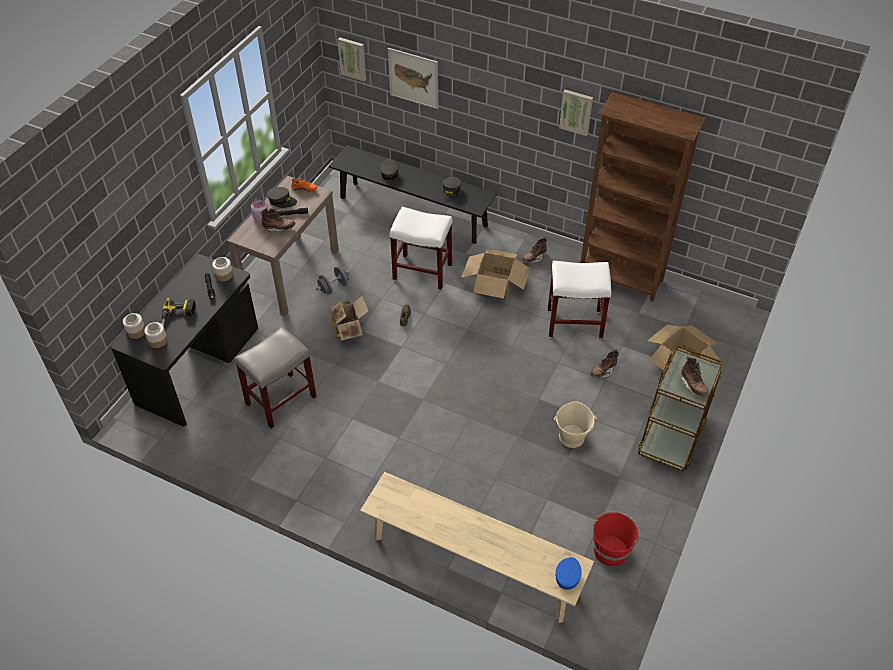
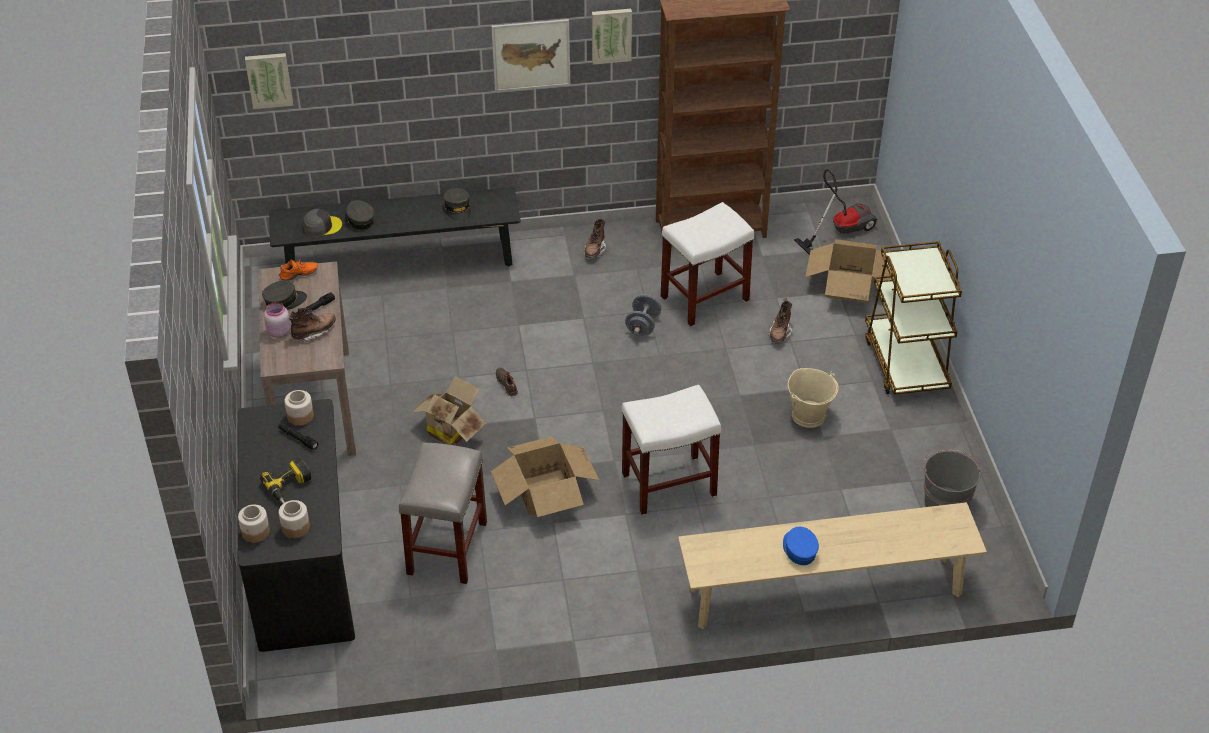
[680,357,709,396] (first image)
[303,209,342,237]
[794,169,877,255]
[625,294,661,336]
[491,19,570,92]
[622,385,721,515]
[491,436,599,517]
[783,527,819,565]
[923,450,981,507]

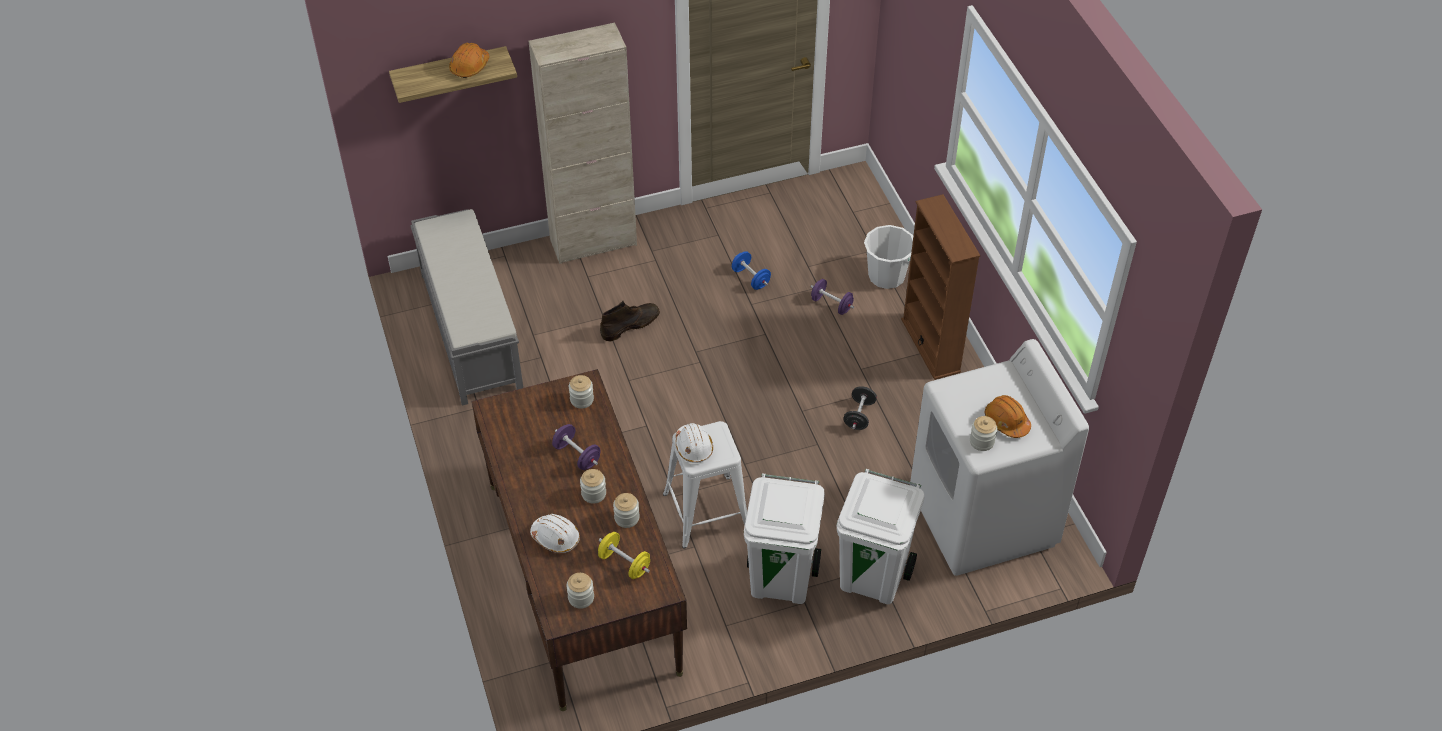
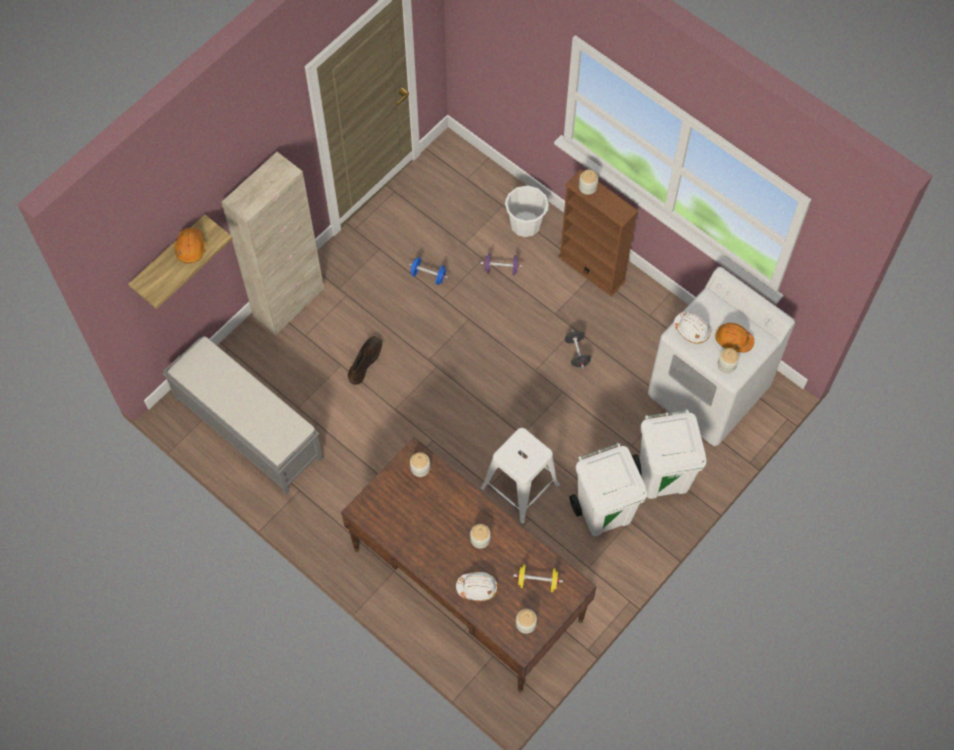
[552,424,601,470] (first image)
[579,169,598,195]
[674,312,711,344]

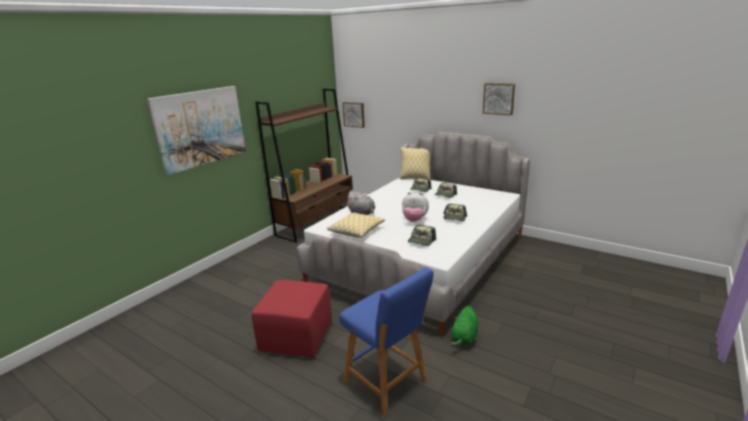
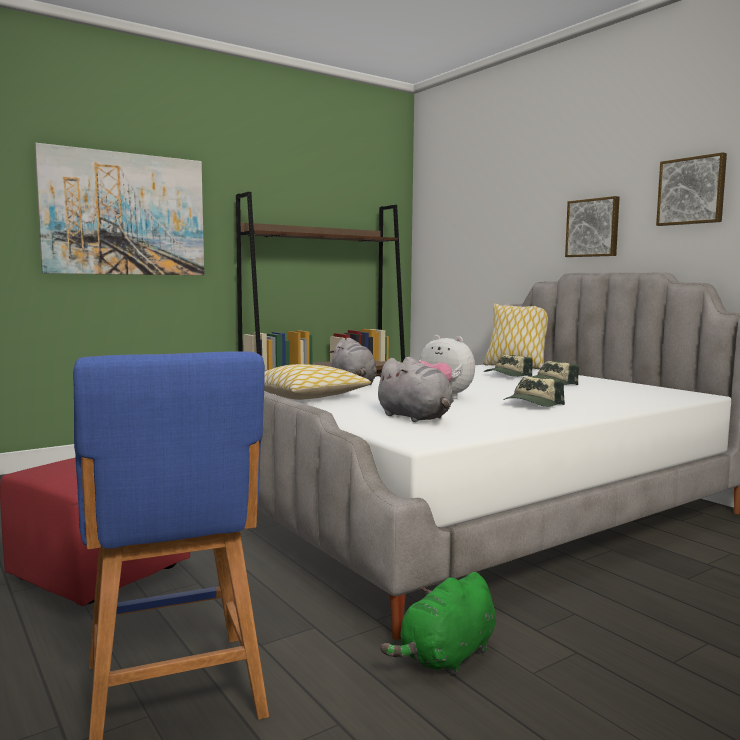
[565,196,620,257]
[373,357,454,422]

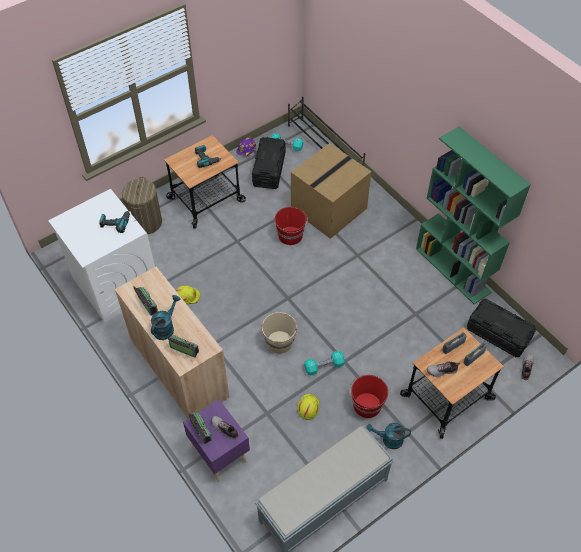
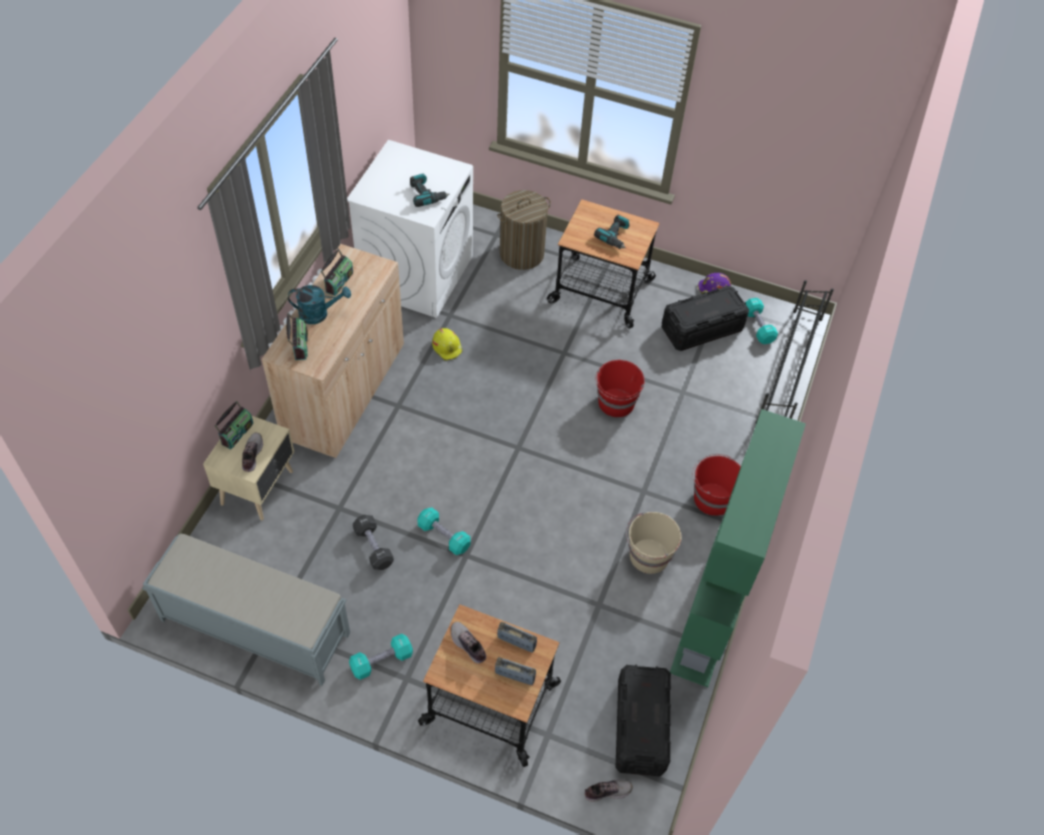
[291,143,372,239] (first image)
[626,512,681,574]
[693,454,741,516]
[353,515,394,570]
[349,634,413,680]
[203,415,294,520]

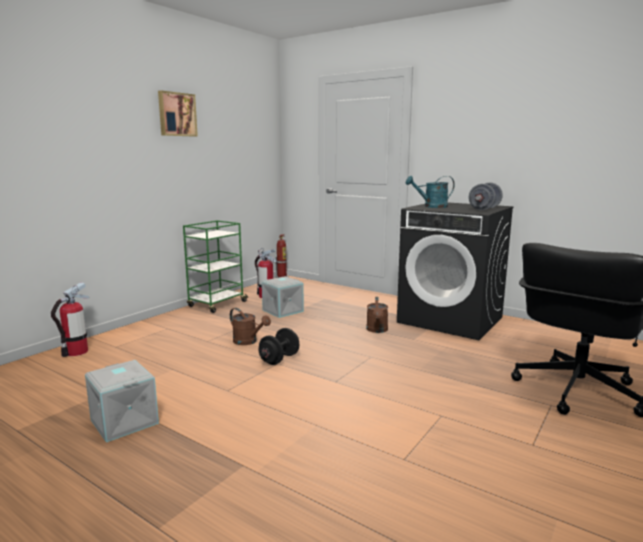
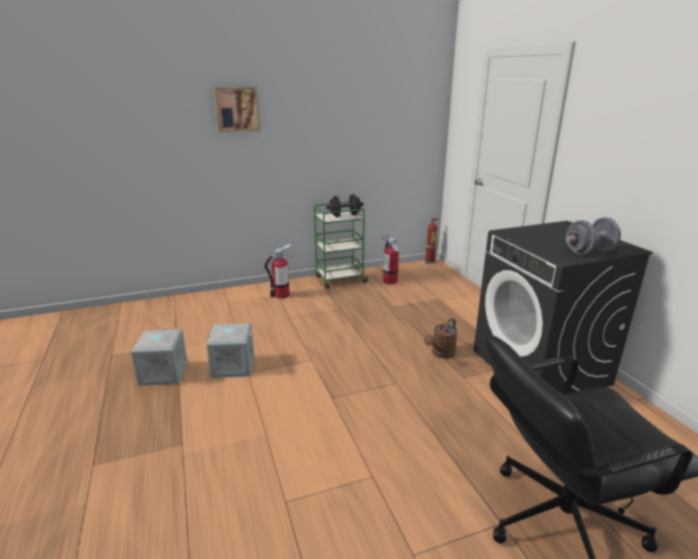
[230,308,271,345] (first image)
[406,176,455,208] (first image)
[264,244,294,299]
[214,87,260,132]
[326,194,364,217]
[207,323,254,378]

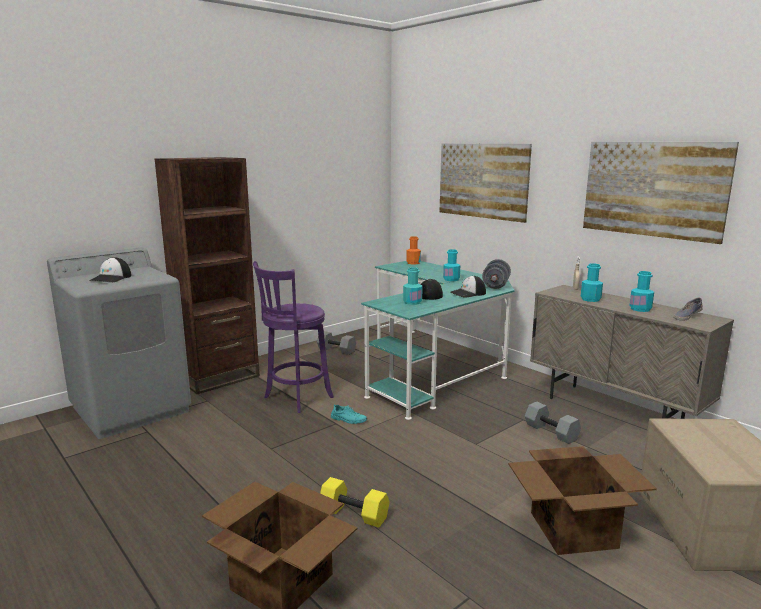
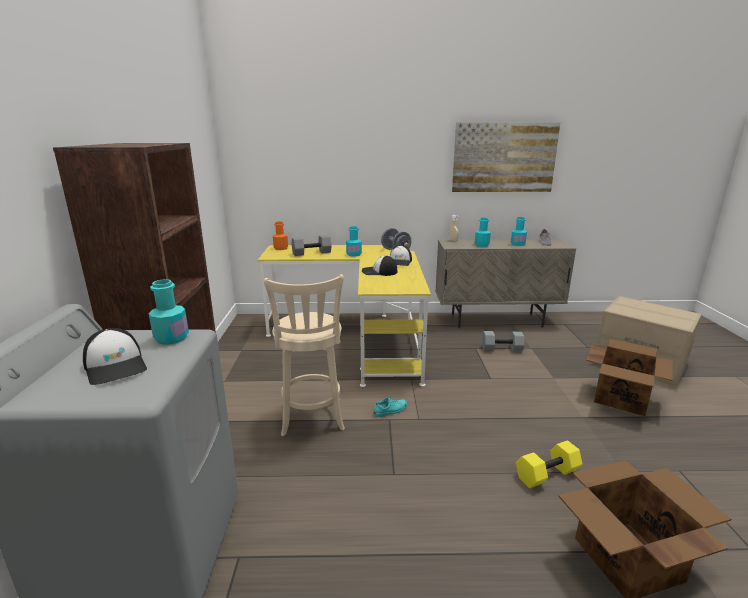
[440,144,532,223] (first image)
[292,235,332,256]
[148,279,189,345]
[264,274,345,436]
[258,245,431,387]

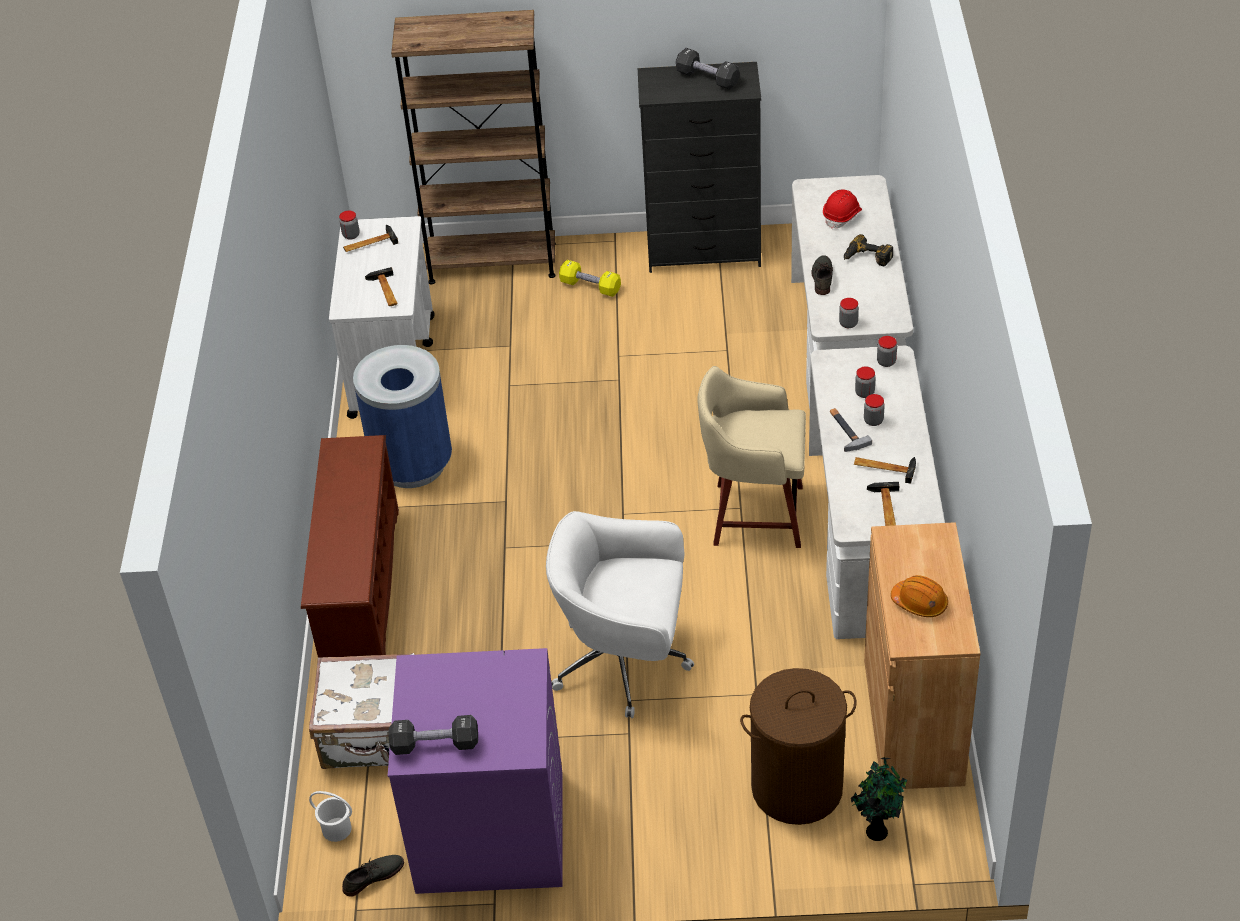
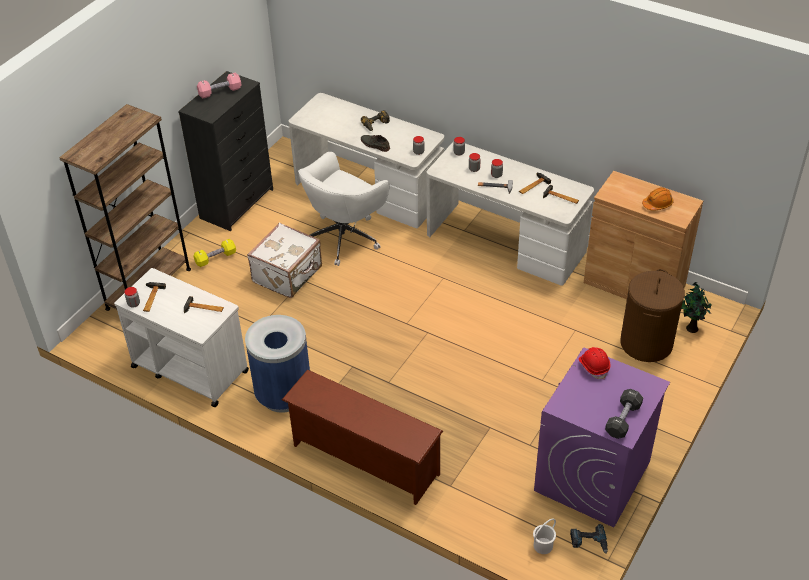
[697,366,806,548] (first image)
[247,223,322,298]
[298,152,389,266]
[579,347,610,379]
[570,524,608,553]
[197,73,241,98]

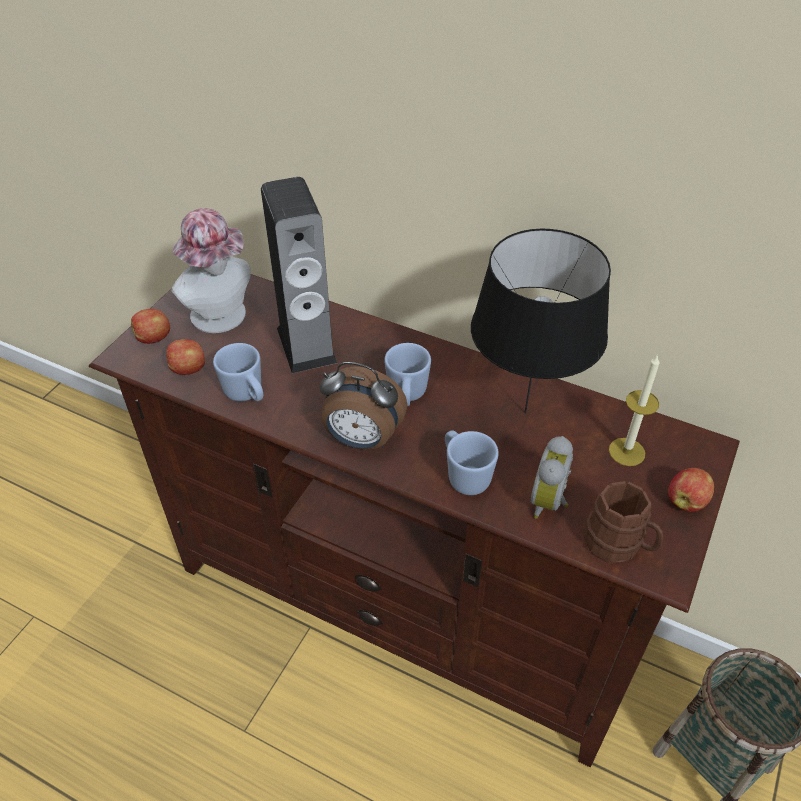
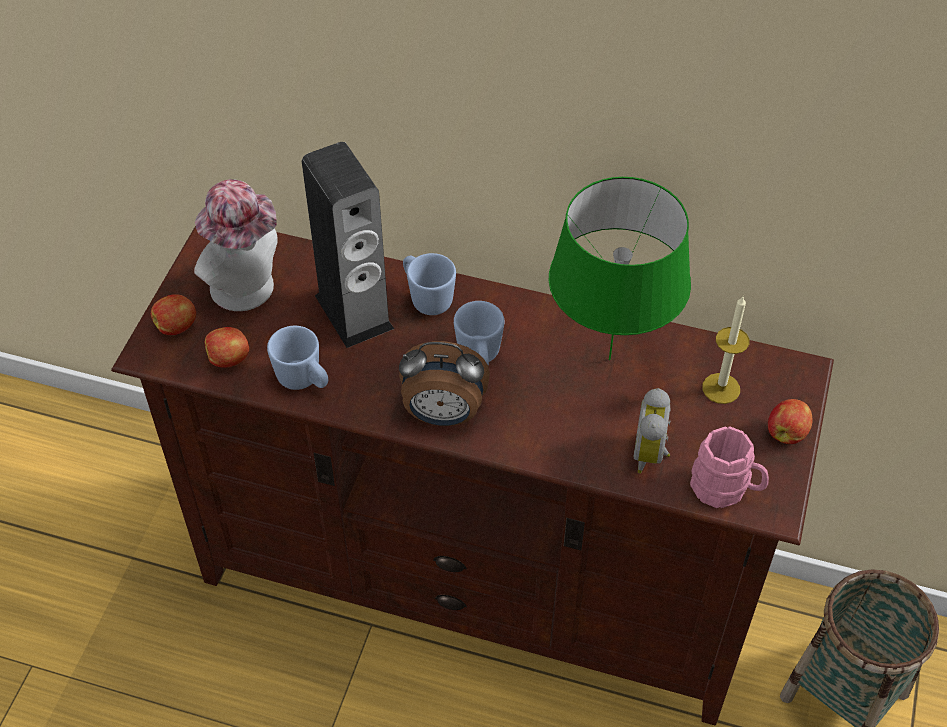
[403,253,456,315]
[549,177,691,360]
[690,426,769,508]

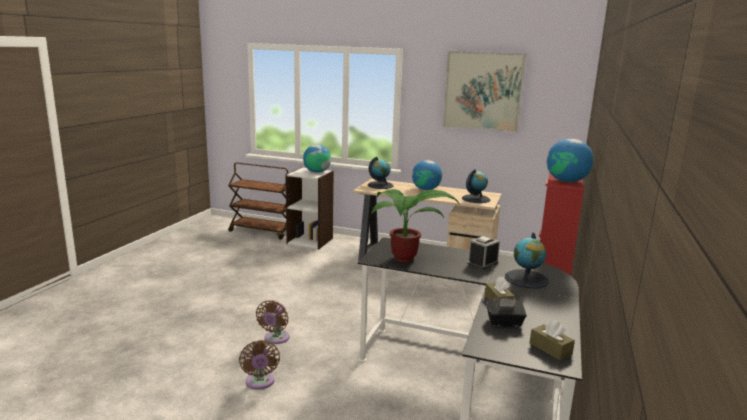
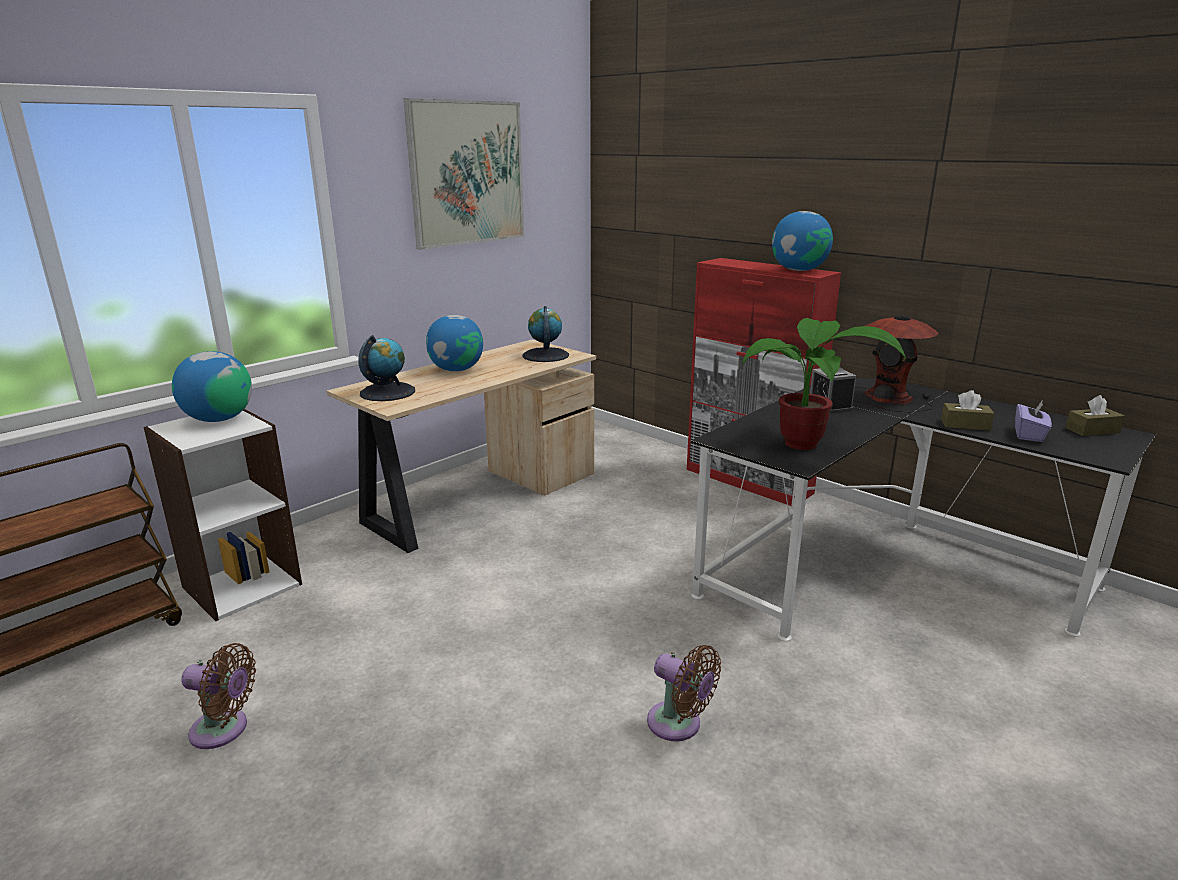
[181,643,256,749]
[853,315,938,412]
[1015,401,1052,442]

